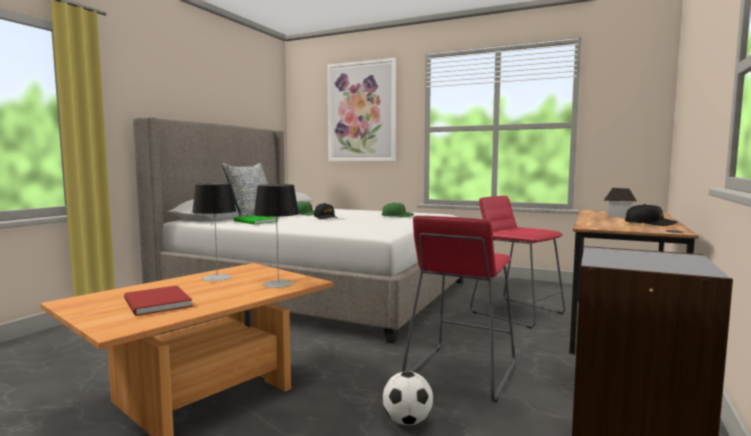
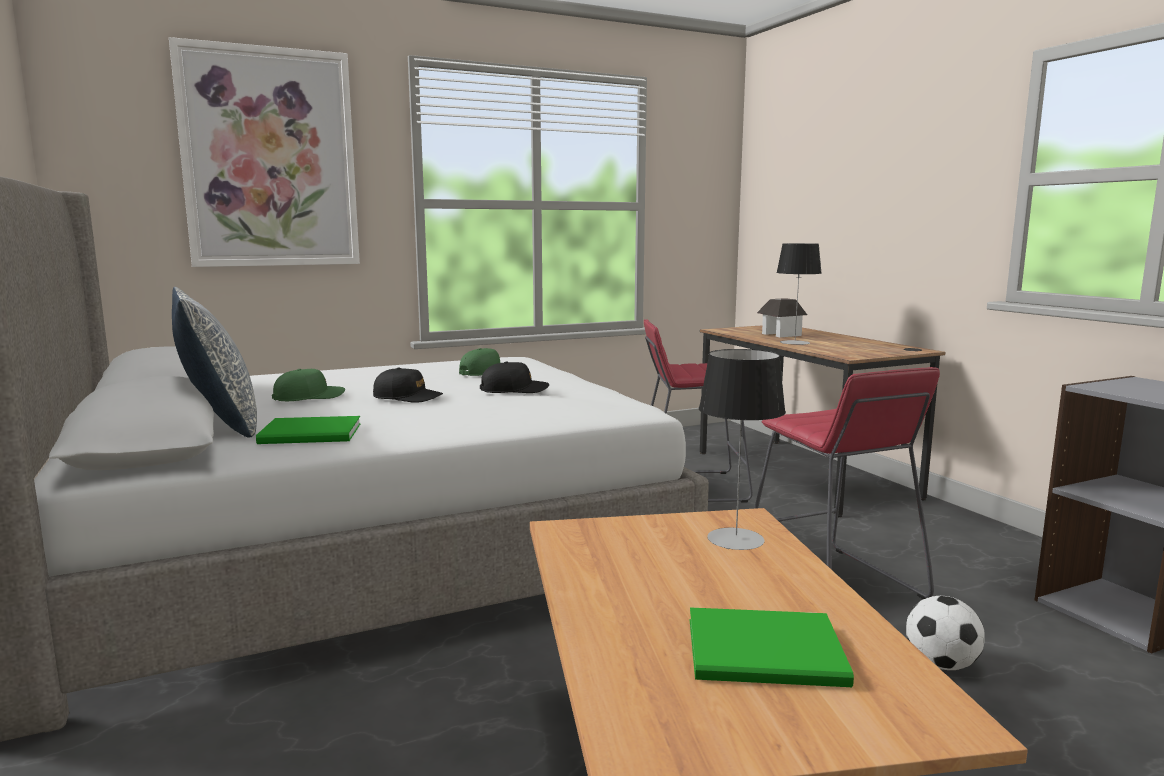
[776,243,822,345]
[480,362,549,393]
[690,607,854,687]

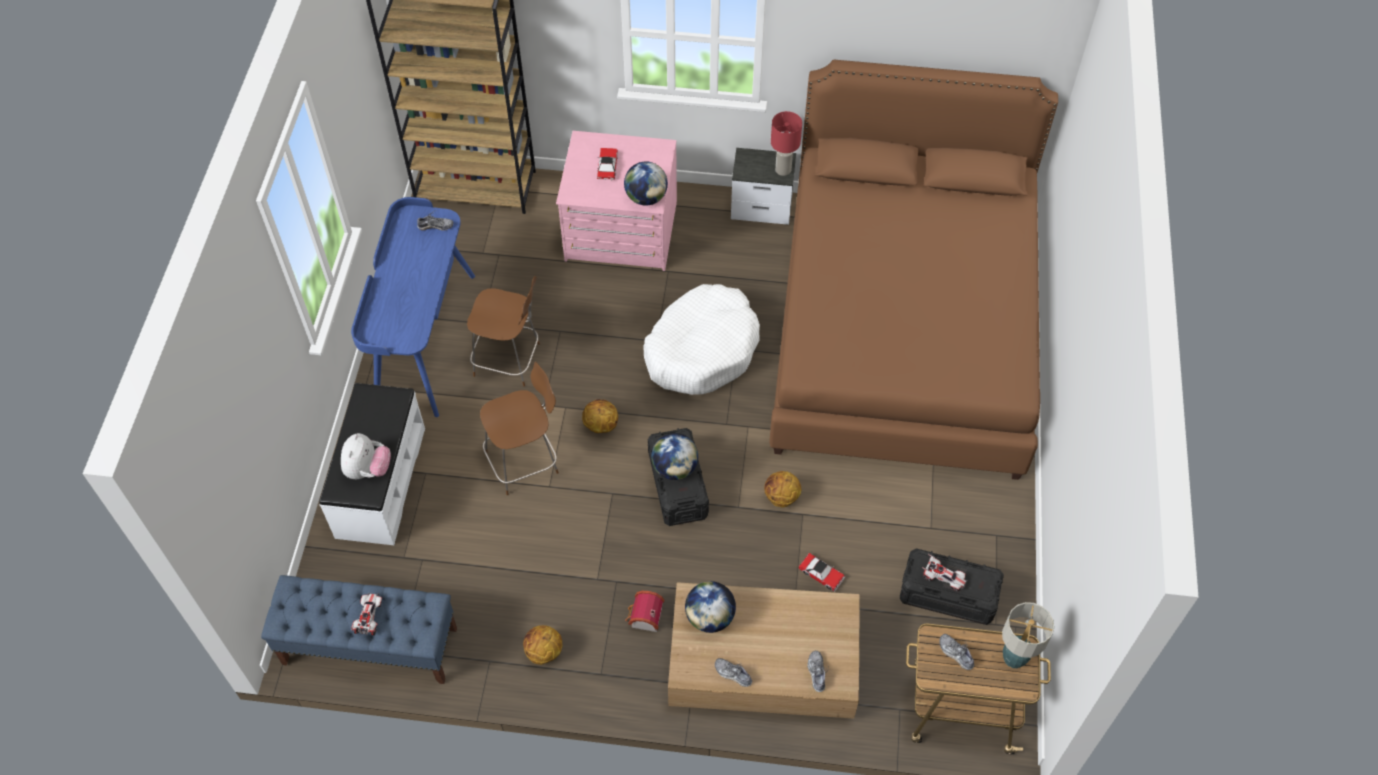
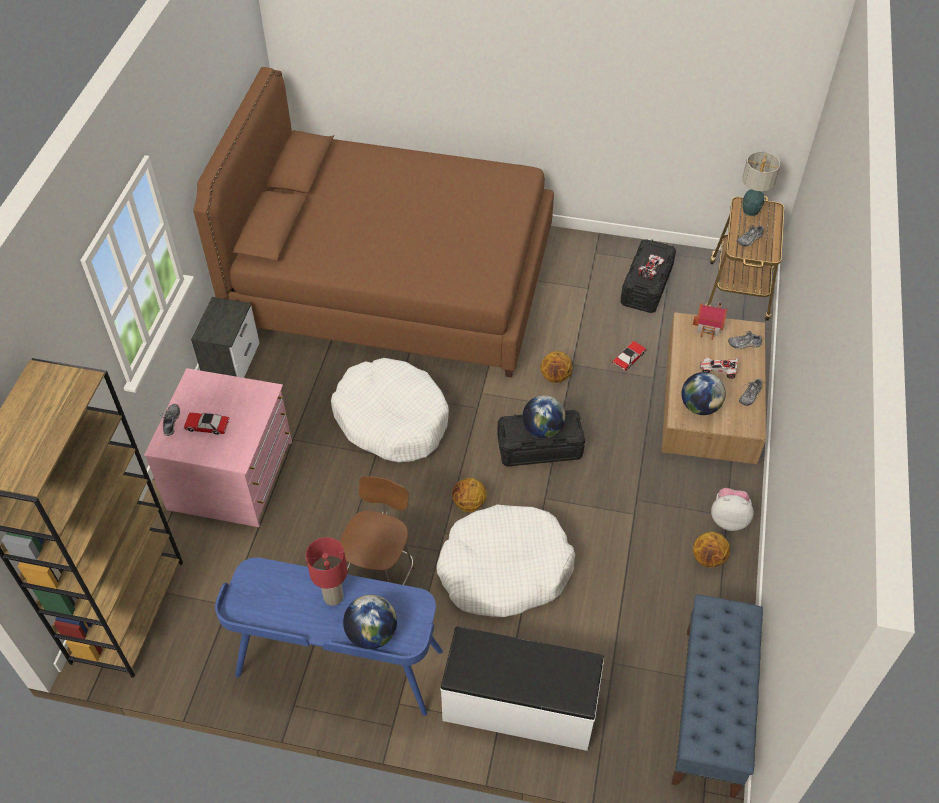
[711,488,754,531]
[700,357,741,379]
[159,404,180,436]
[343,595,397,649]
[693,302,727,340]
[306,537,347,606]
[437,505,575,617]

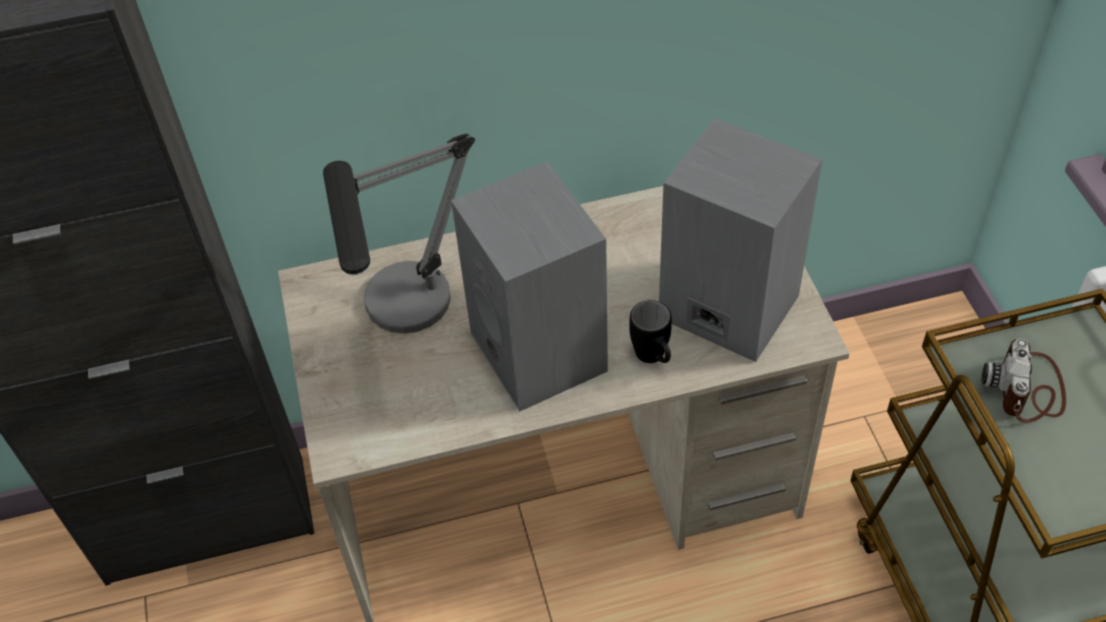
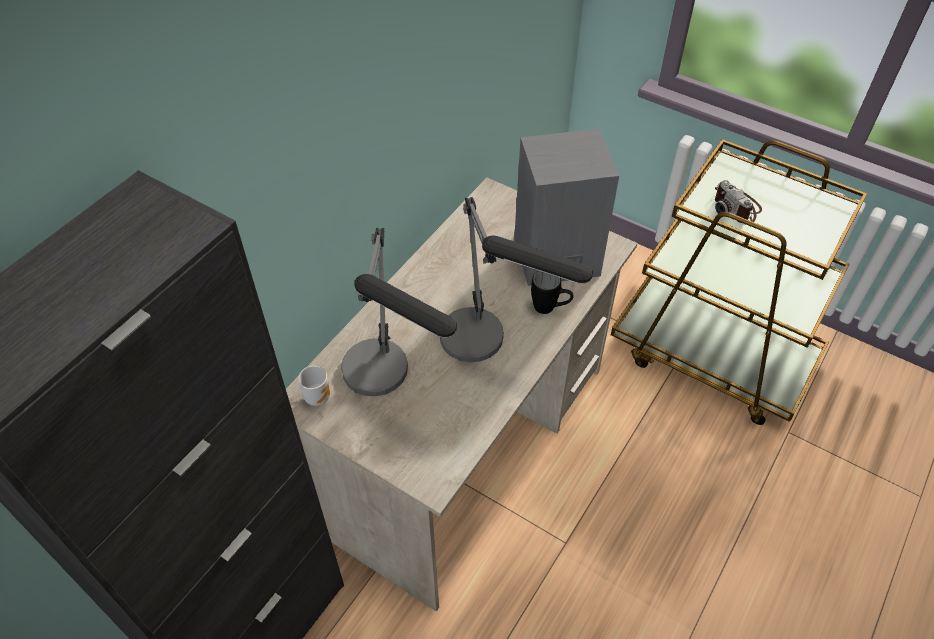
[298,366,330,406]
[440,197,593,362]

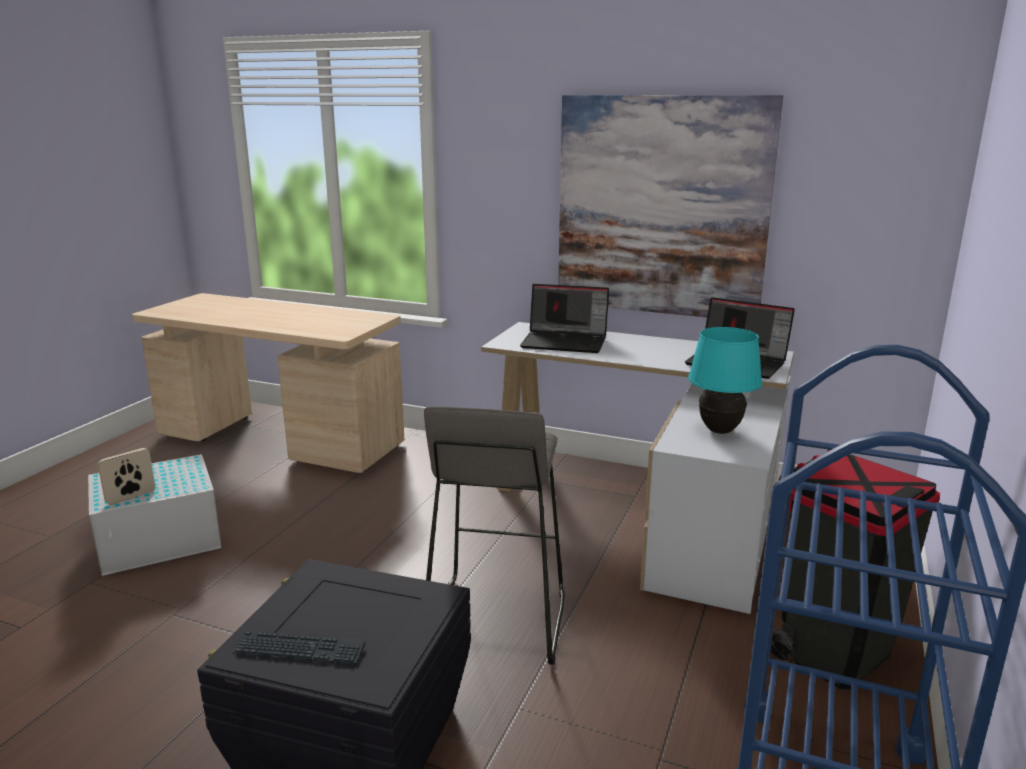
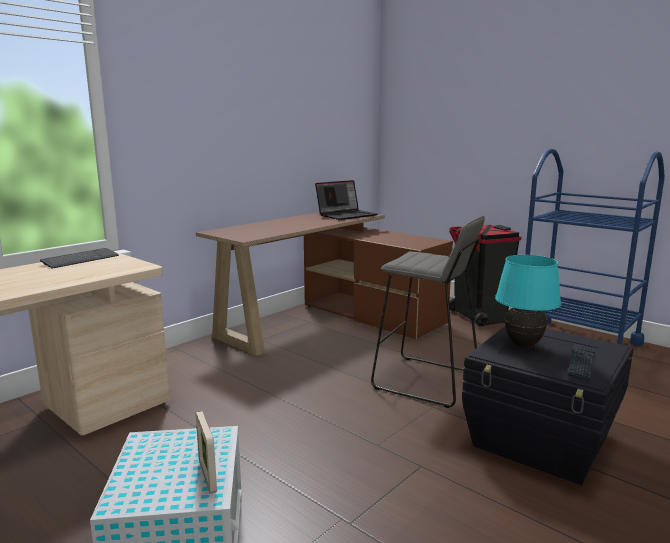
[520,284,609,353] (first image)
[558,95,783,317] (first image)
[40,248,119,269]
[495,255,561,347]
[196,212,453,356]

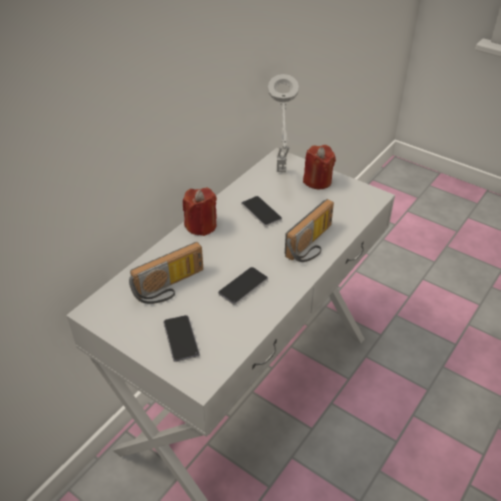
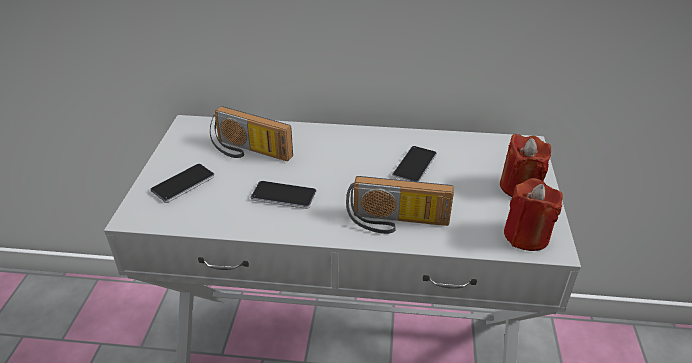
[268,74,299,172] (first image)
[504,178,563,251]

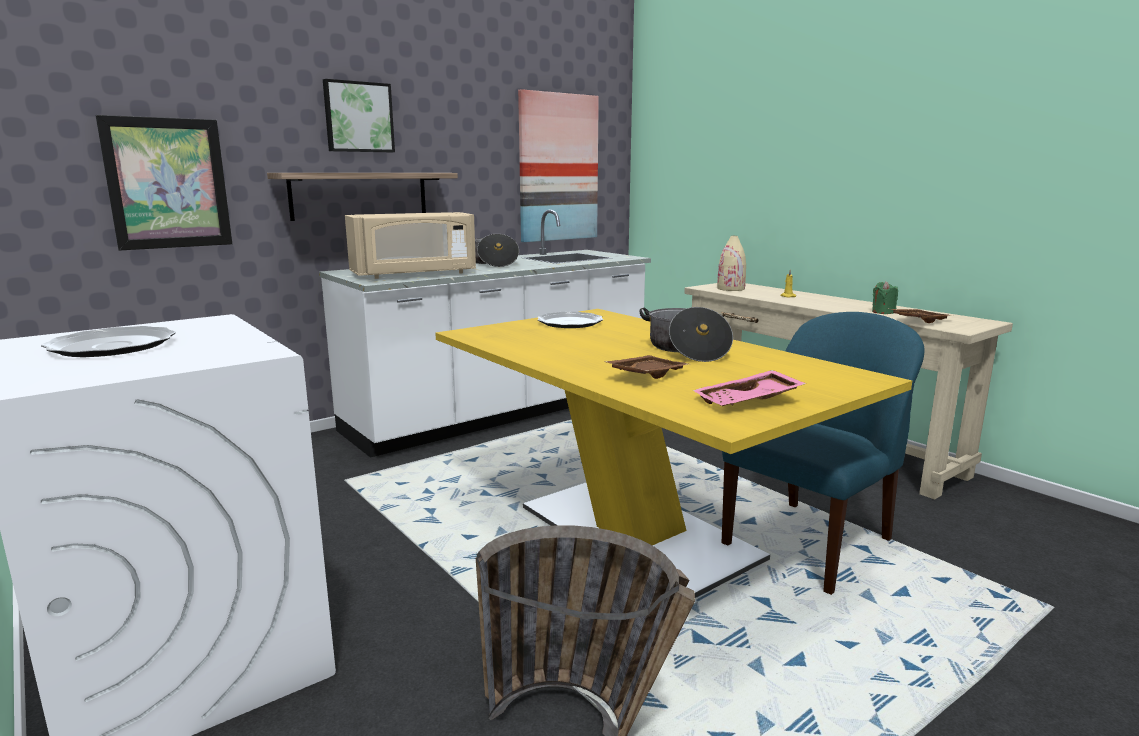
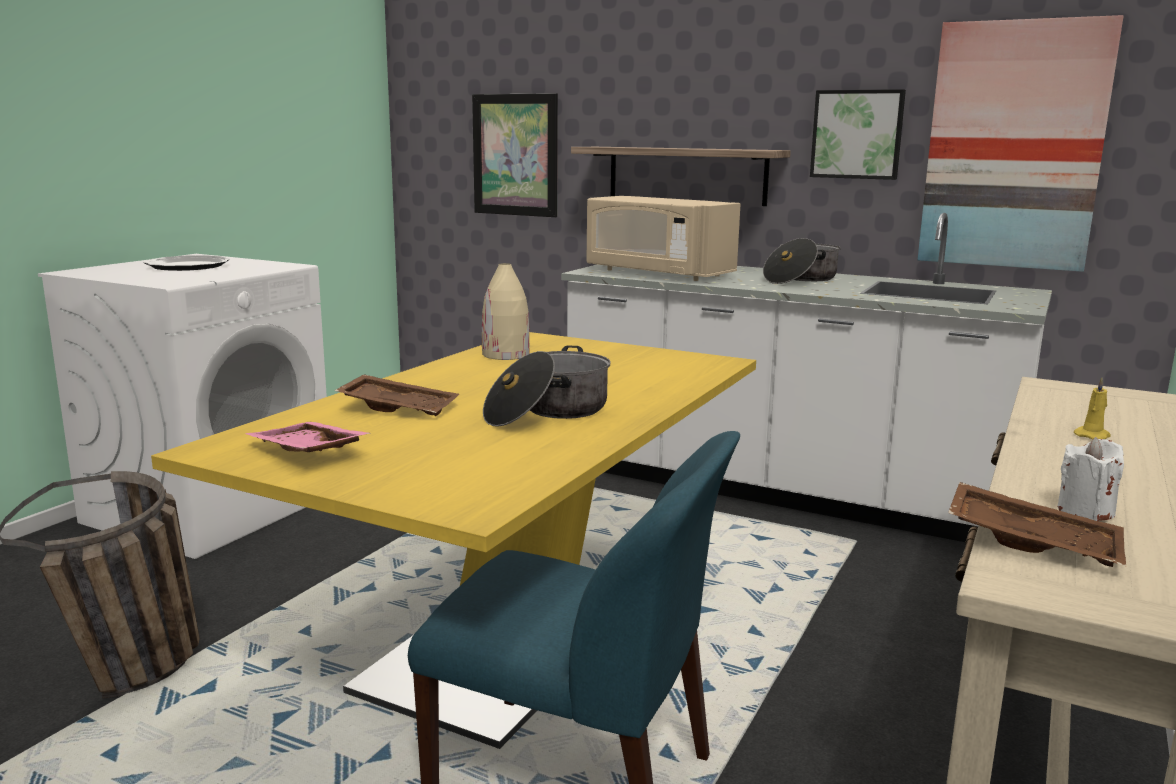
[538,312,603,328] (first image)
[810,89,906,180]
[482,263,530,360]
[1057,437,1124,521]

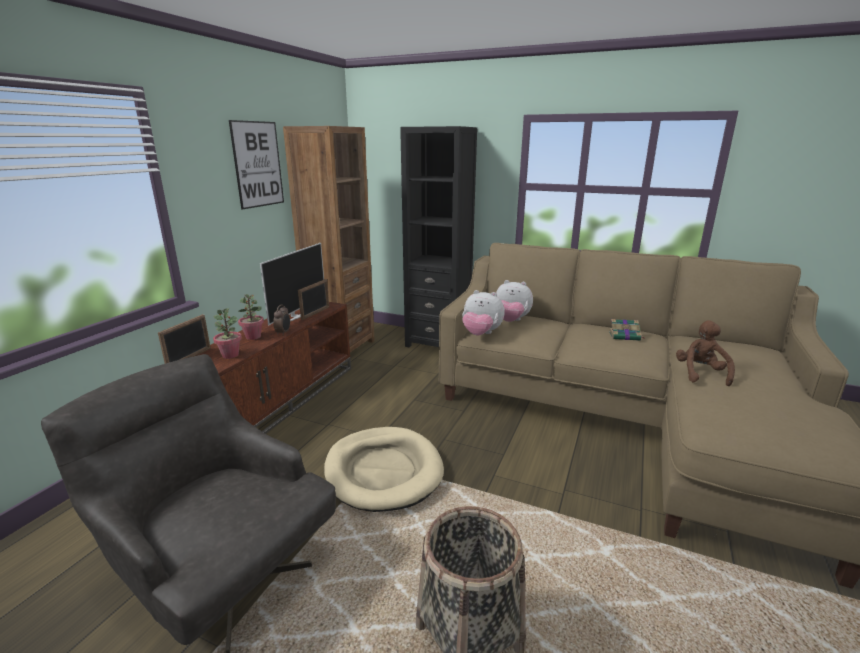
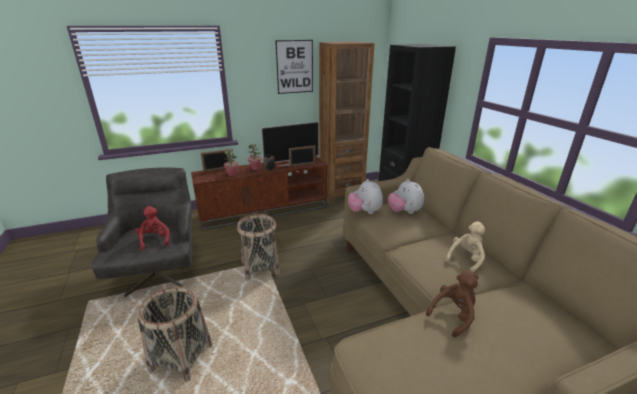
[135,206,170,250]
[237,214,280,280]
[445,221,485,272]

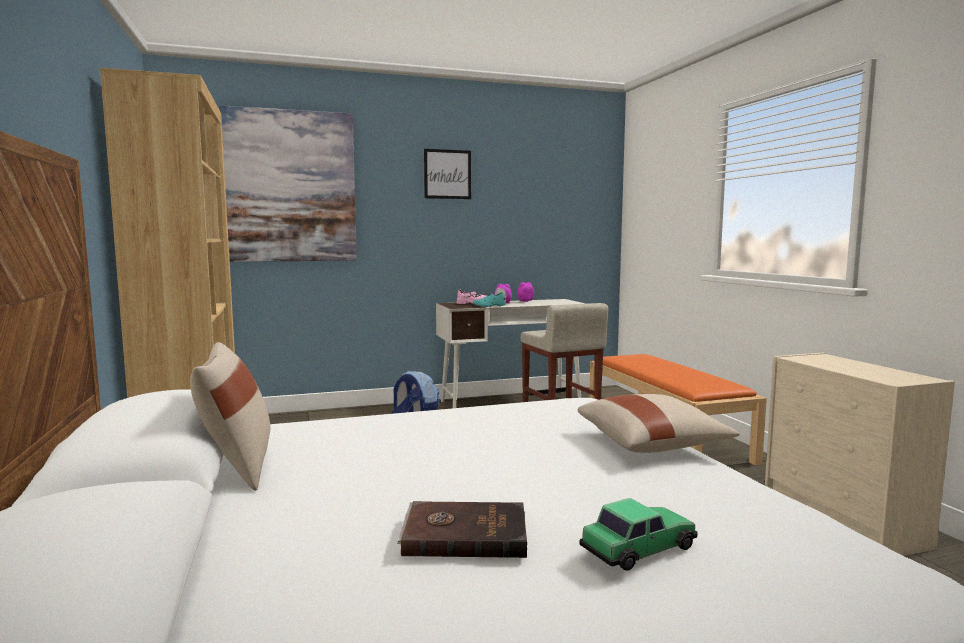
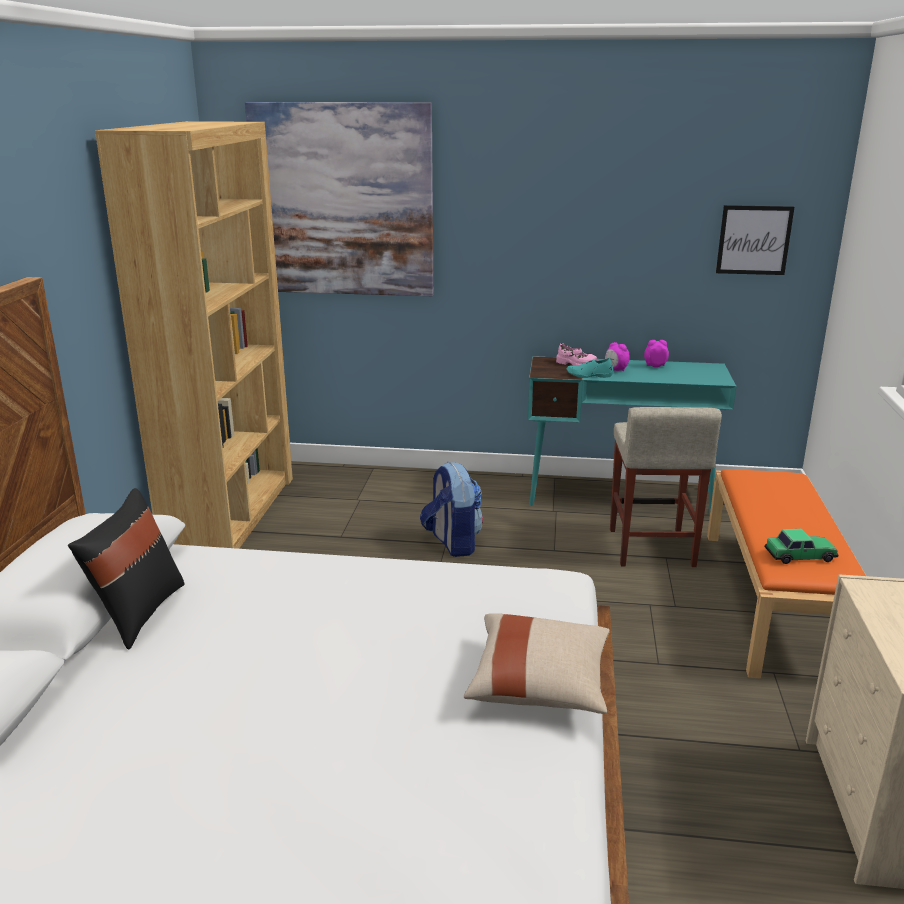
[397,501,527,558] (first image)
[716,205,794,275]
[765,529,839,564]
[68,488,185,649]
[528,356,736,516]

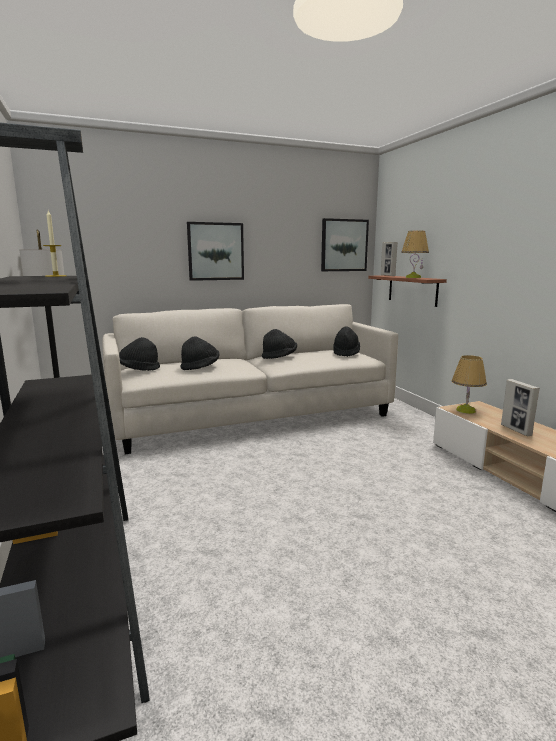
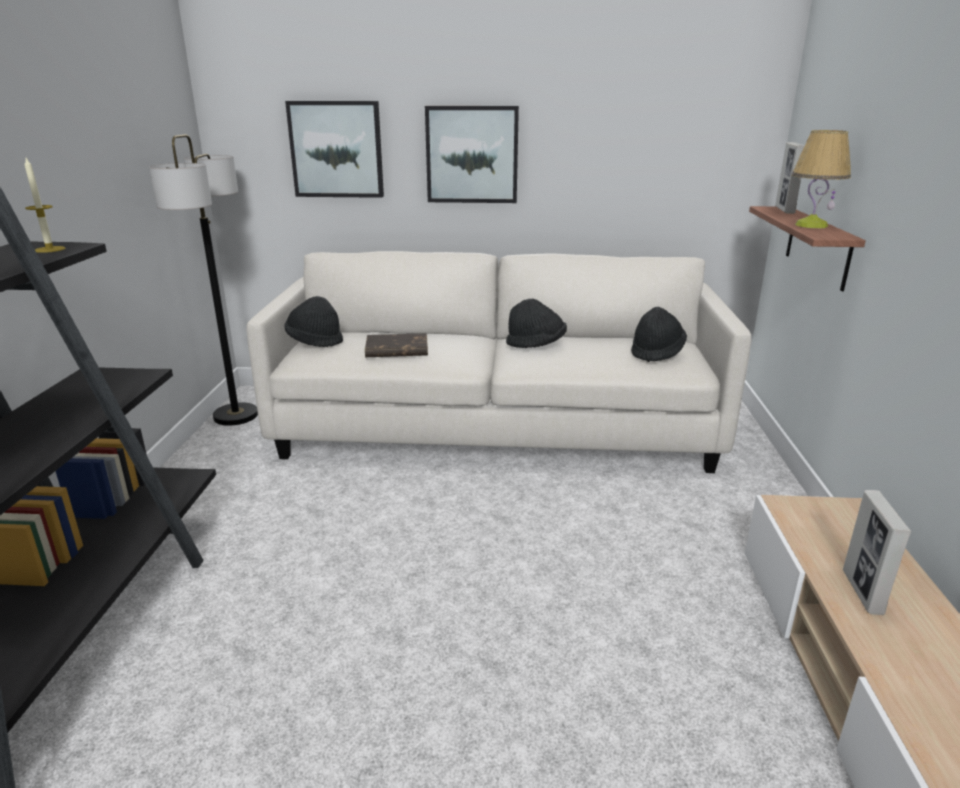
[452,355,487,414] (first image)
[285,101,384,198]
[365,333,428,357]

